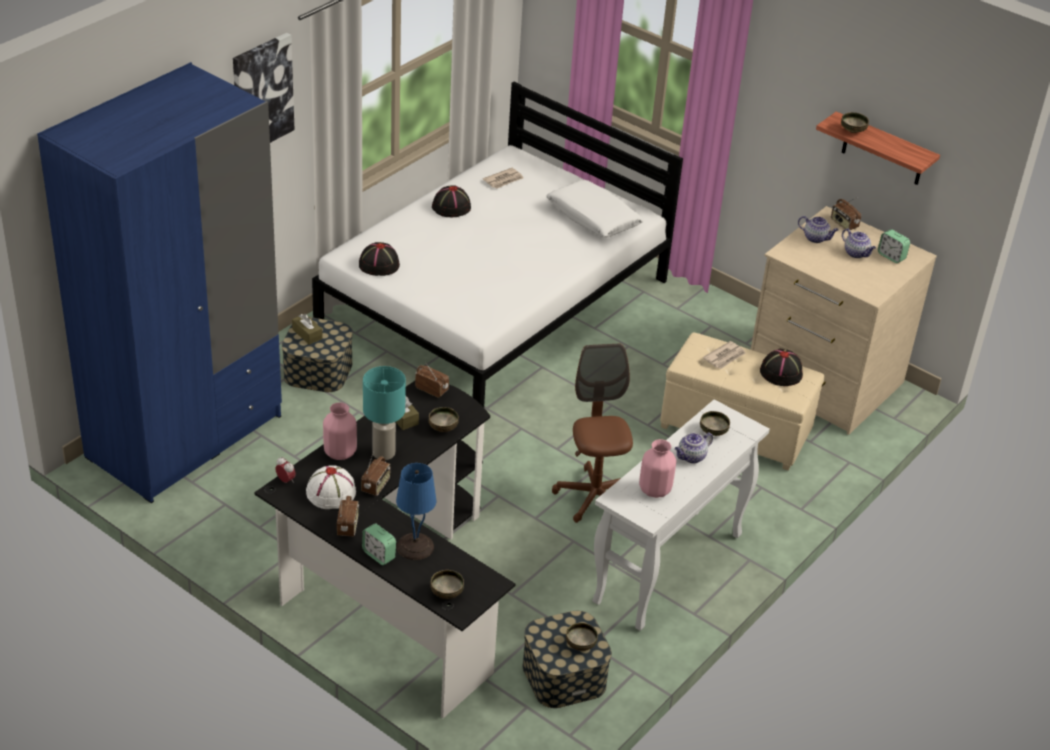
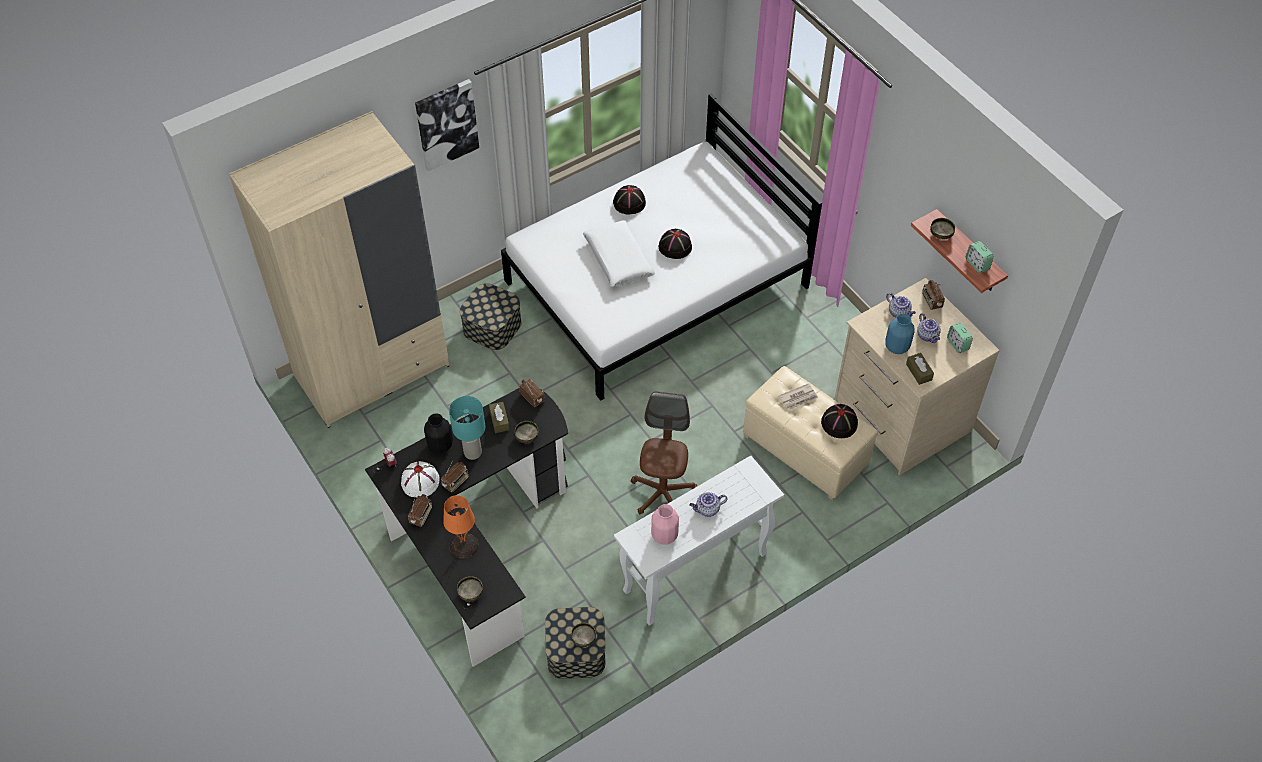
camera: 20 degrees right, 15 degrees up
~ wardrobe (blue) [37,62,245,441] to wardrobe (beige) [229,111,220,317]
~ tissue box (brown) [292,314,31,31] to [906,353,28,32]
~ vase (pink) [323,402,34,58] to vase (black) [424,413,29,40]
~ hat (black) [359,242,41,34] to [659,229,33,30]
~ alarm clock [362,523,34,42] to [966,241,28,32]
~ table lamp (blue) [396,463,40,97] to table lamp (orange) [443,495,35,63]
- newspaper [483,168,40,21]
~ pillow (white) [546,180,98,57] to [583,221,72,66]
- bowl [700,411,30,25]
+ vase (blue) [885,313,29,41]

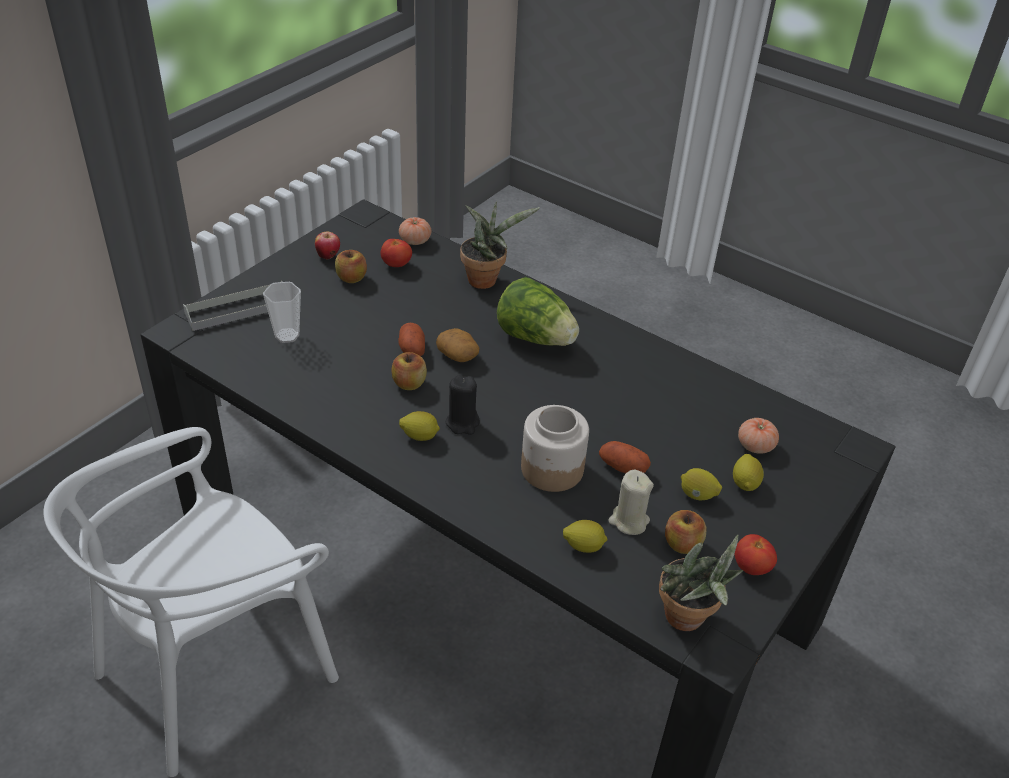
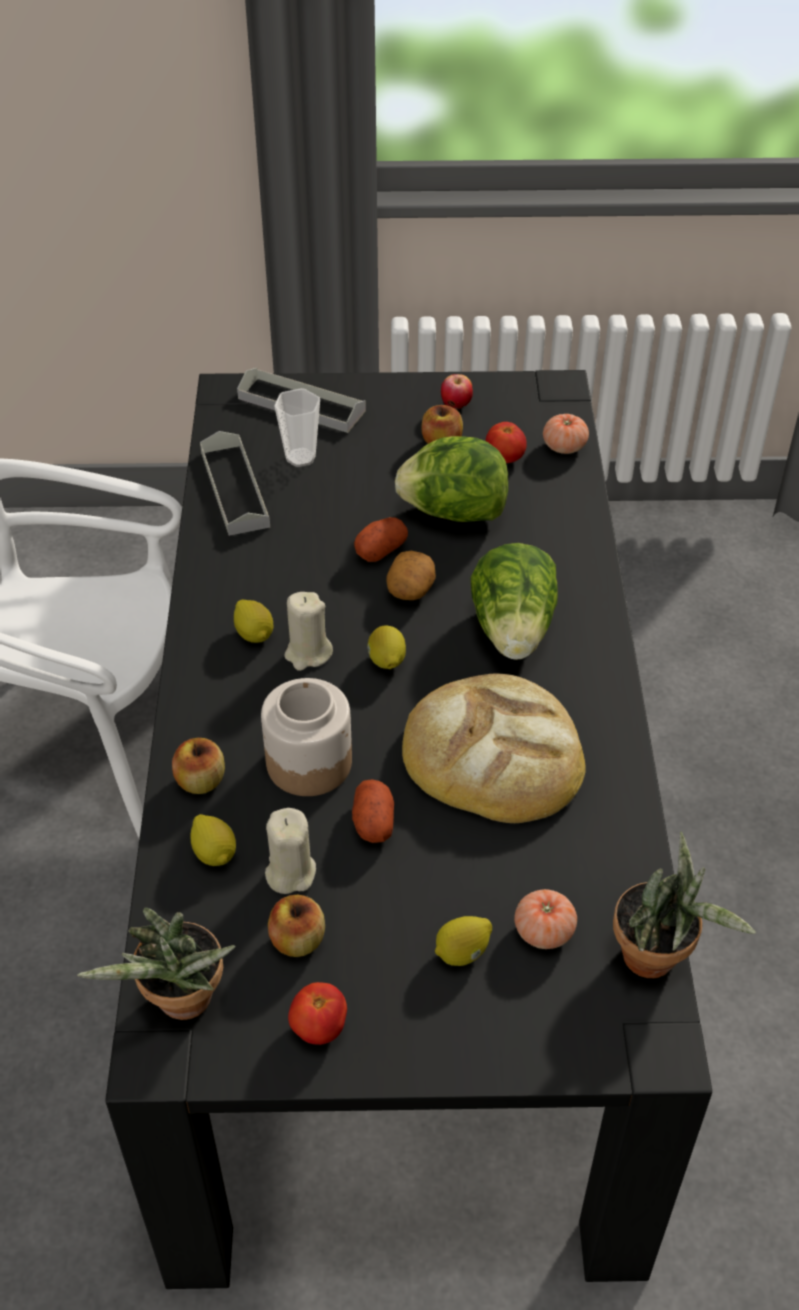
camera: 55 degrees right, 5 degrees up
~ apple [391,352,36,38] to [172,738,53,56]
~ candle (black) [446,375,34,60] to candle (beige) [284,592,49,79]
~ potted plant [460,201,80,88] to [613,831,143,147]
~ lemon [681,468,41,32] to [367,625,39,44]
+ tray (grey) [200,431,70,105]
+ lettuce [395,436,113,86]
+ bread [402,673,184,150]

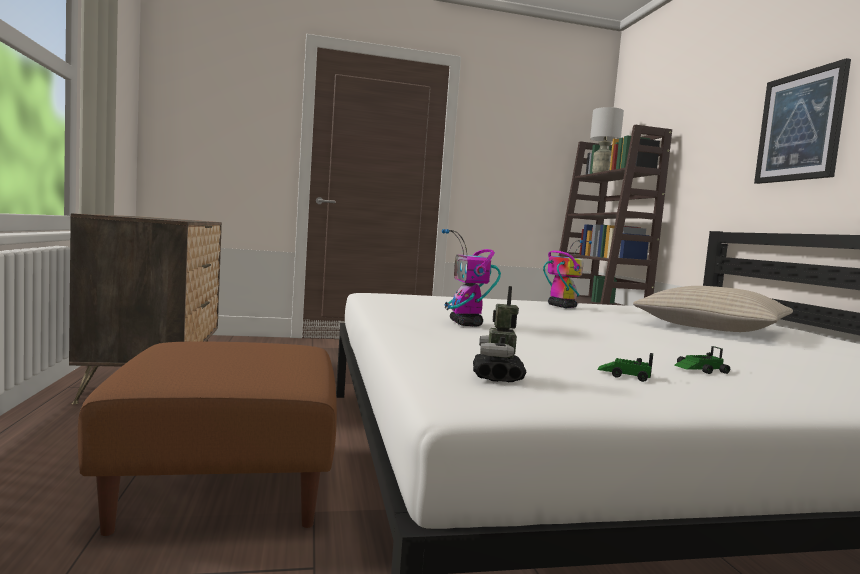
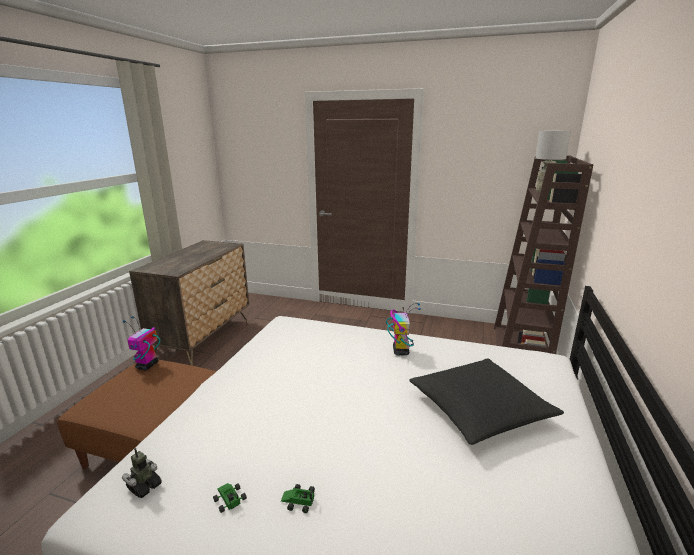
camera: 30 degrees right, 15 degrees up
~ toy robot [442,229,59,98] to [123,316,37,54]
~ pillow (beige) [633,286,160,46] to pillow (black) [409,358,155,87]
- picture [754,58,97,126]

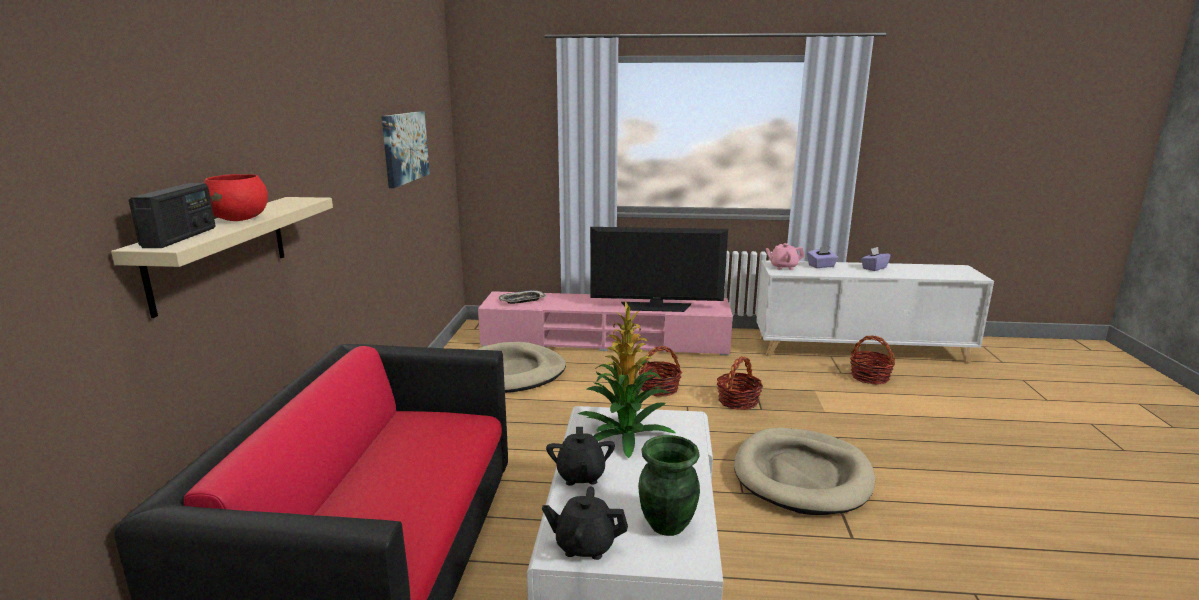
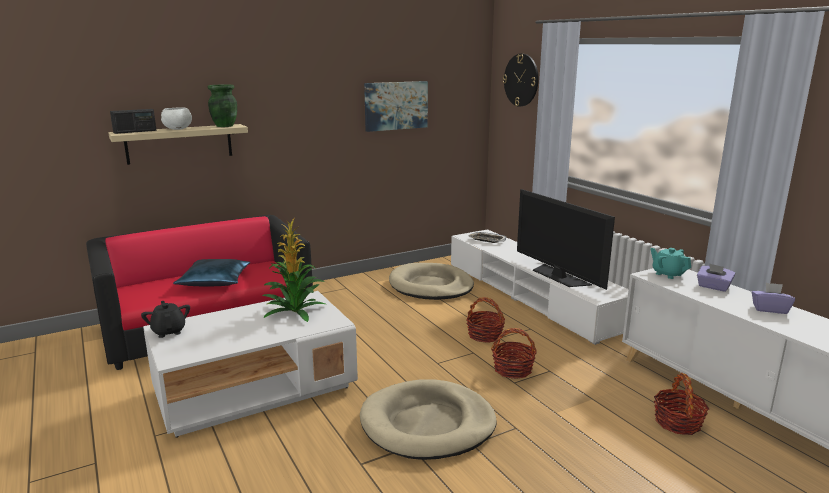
camera: 55 degrees right, 0 degrees up
~ bowl (red) [204,174,64,47] to bowl (white) [161,107,31,23]
~ tv stand (pink) [478,291,255,65] to tv stand (white) [451,229,178,116]
- teapot (black) [546,427,69,59]
~ vase (green) [638,435,62,101] to [208,84,29,43]
~ teapot (pink) [765,243,39,27] to teapot (turquoise) [650,248,41,31]
+ pillow (blue) [173,259,77,27]
+ wall clock [503,54,36,53]

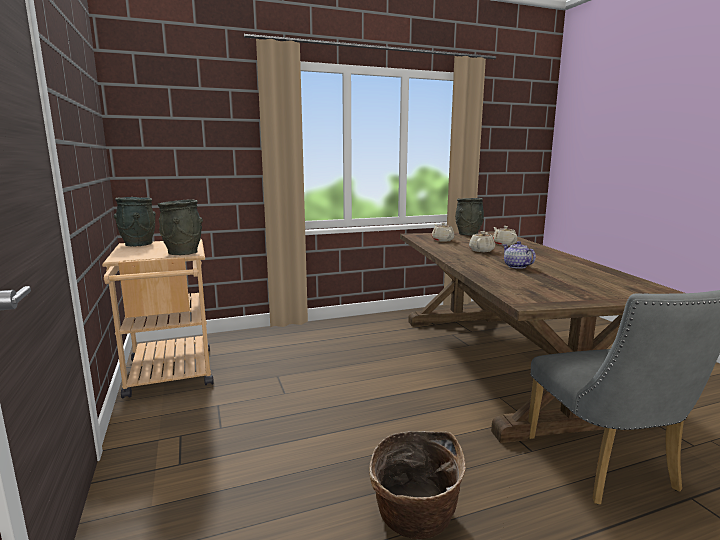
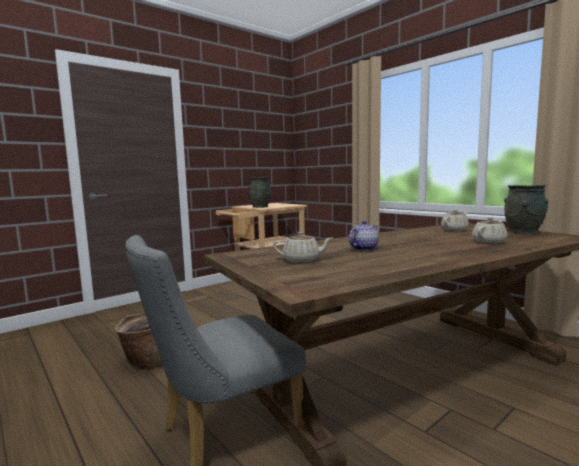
camera: 70 degrees right, 5 degrees down
- vase (grey) [114,197,42,49]
~ teapot (beige) [469,231,26,21] to [273,232,59,31]

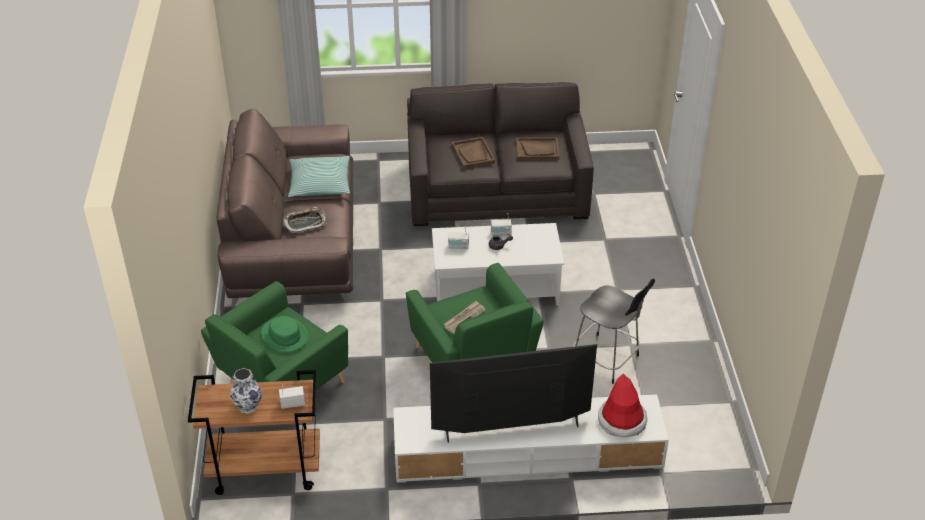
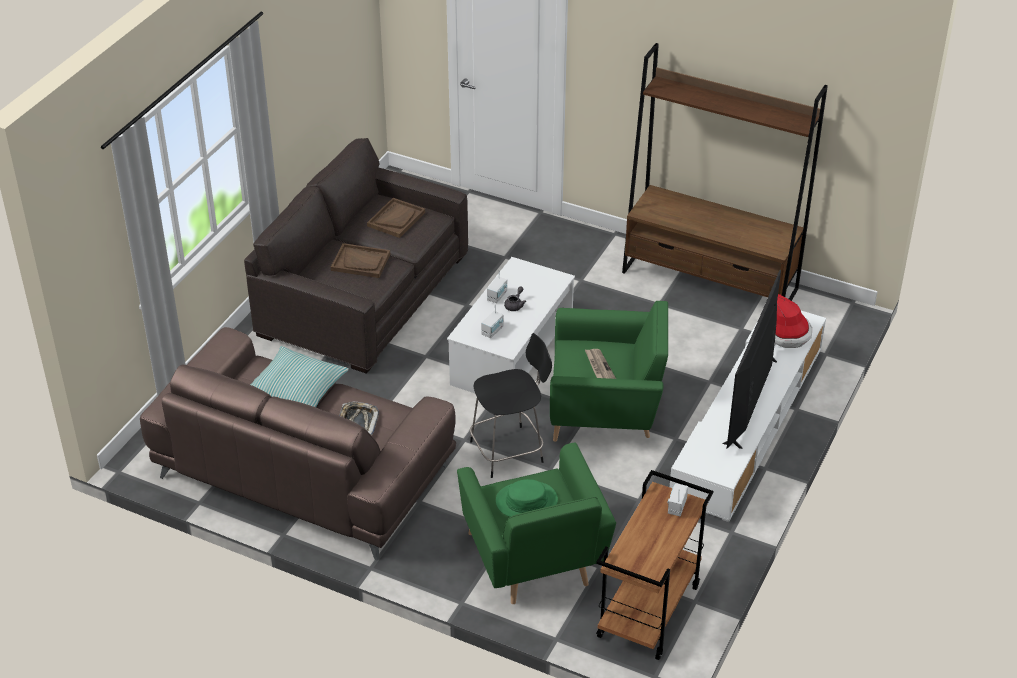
camera: 60 degrees left, 0 degrees up
- vase [230,368,32,46]
~ stool (black) [573,278,82,106] to [470,333,82,145]
+ bookcase (brown) [622,43,206,258]

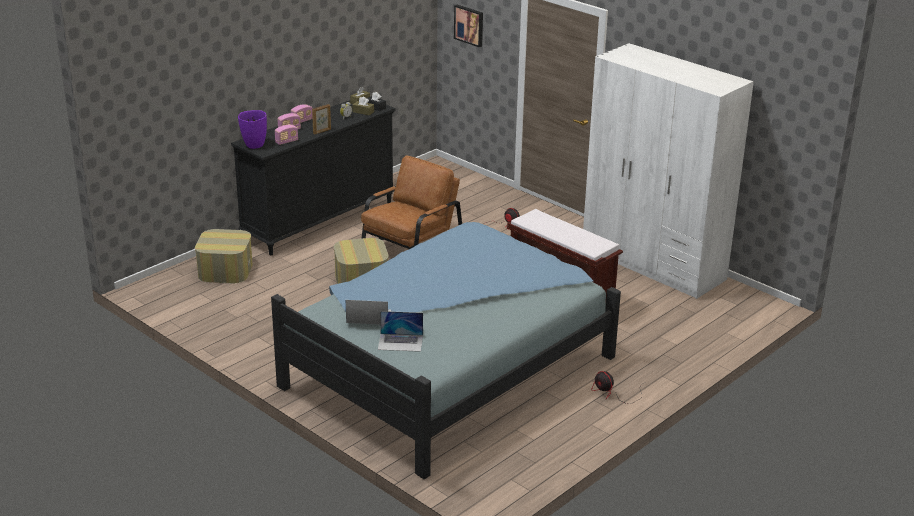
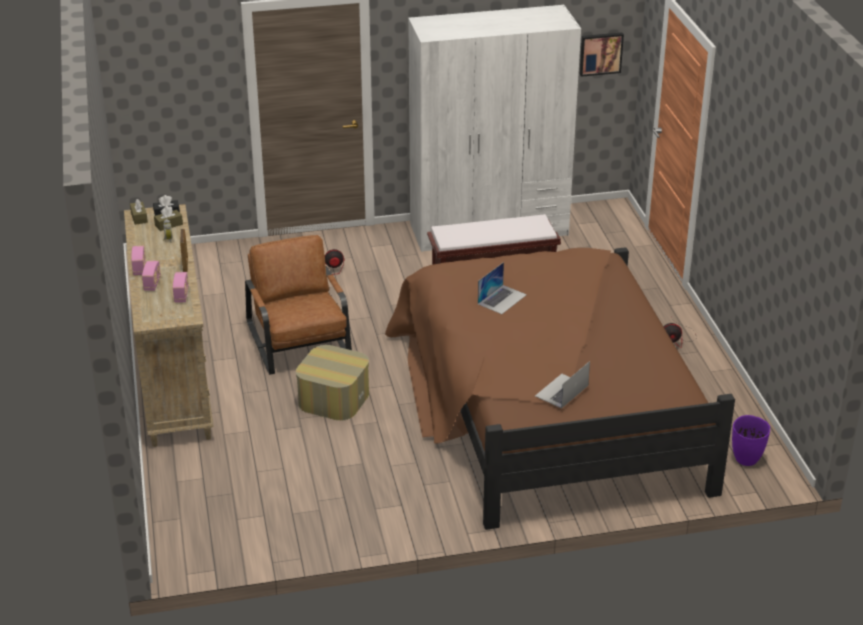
camera: 55 degrees left, 5 degrees up
- ottoman [195,229,58,54]
~ dresser (black) [231,100,164,155] to dresser (beige) [124,204,90,243]
~ vase (purple) [238,110,29,39] to [732,415,38,51]
~ bed (blue) [271,222,350,257] to bed (brown) [385,247,350,283]
~ laptop [378,311,45,41] to [478,262,49,52]
~ picture [454,5,29,42] to [580,32,44,45]

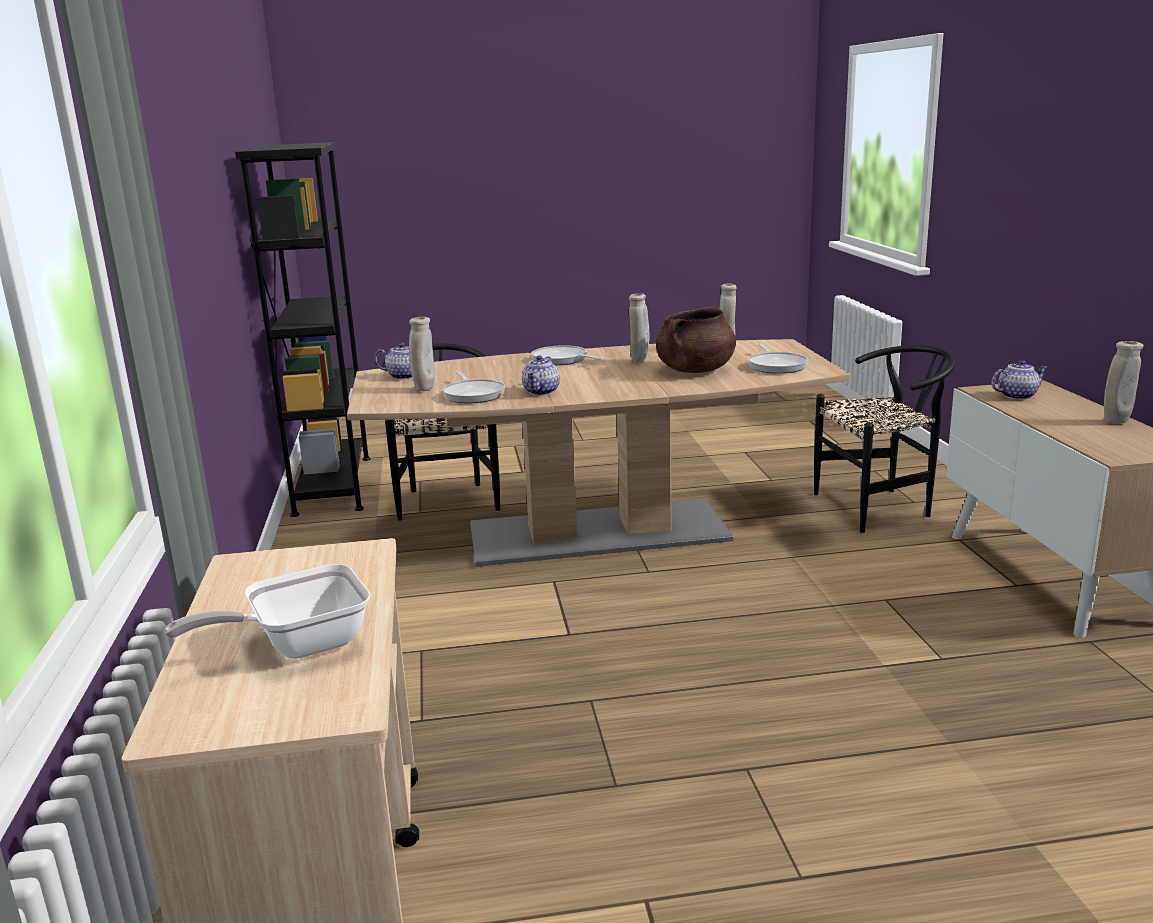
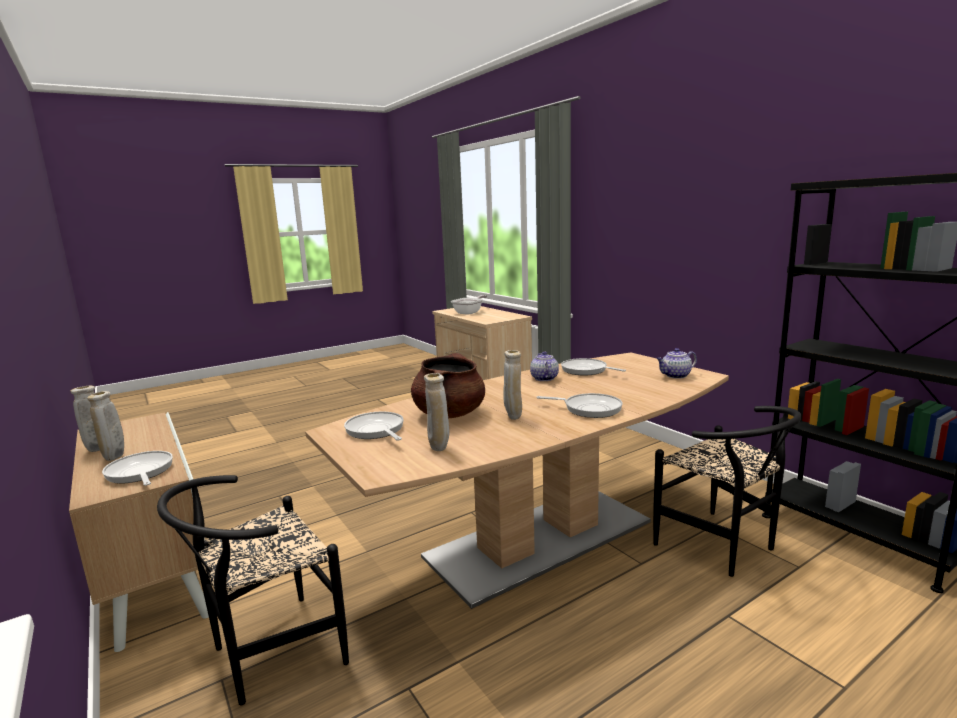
camera: 155 degrees right, 5 degrees down
~ vase (beige) [409,317,26,74] to [87,391,37,70]
~ teapot [991,360,57,40] to frying pan [102,451,71,35]

